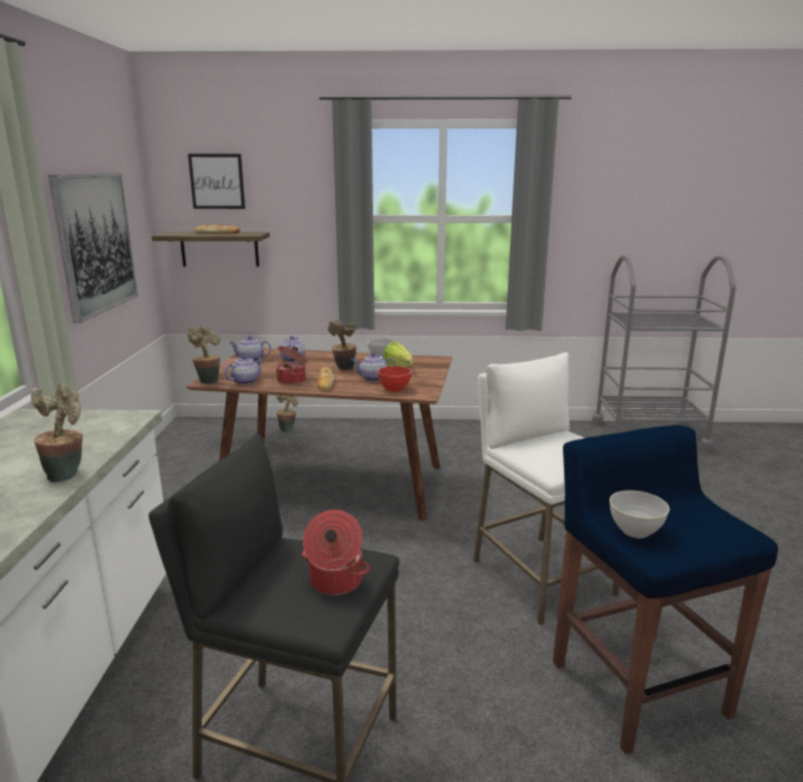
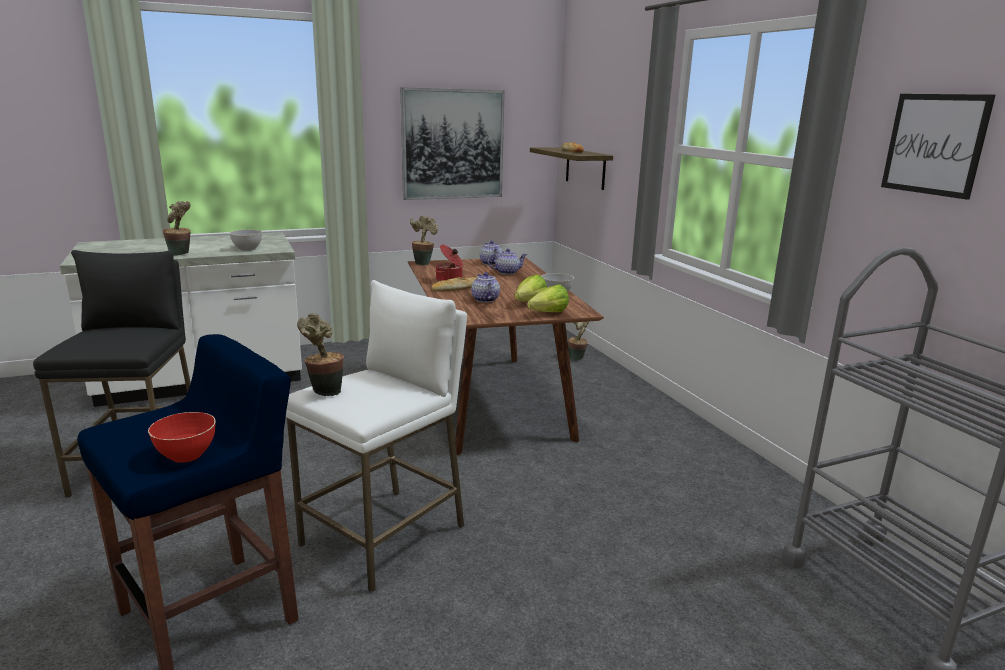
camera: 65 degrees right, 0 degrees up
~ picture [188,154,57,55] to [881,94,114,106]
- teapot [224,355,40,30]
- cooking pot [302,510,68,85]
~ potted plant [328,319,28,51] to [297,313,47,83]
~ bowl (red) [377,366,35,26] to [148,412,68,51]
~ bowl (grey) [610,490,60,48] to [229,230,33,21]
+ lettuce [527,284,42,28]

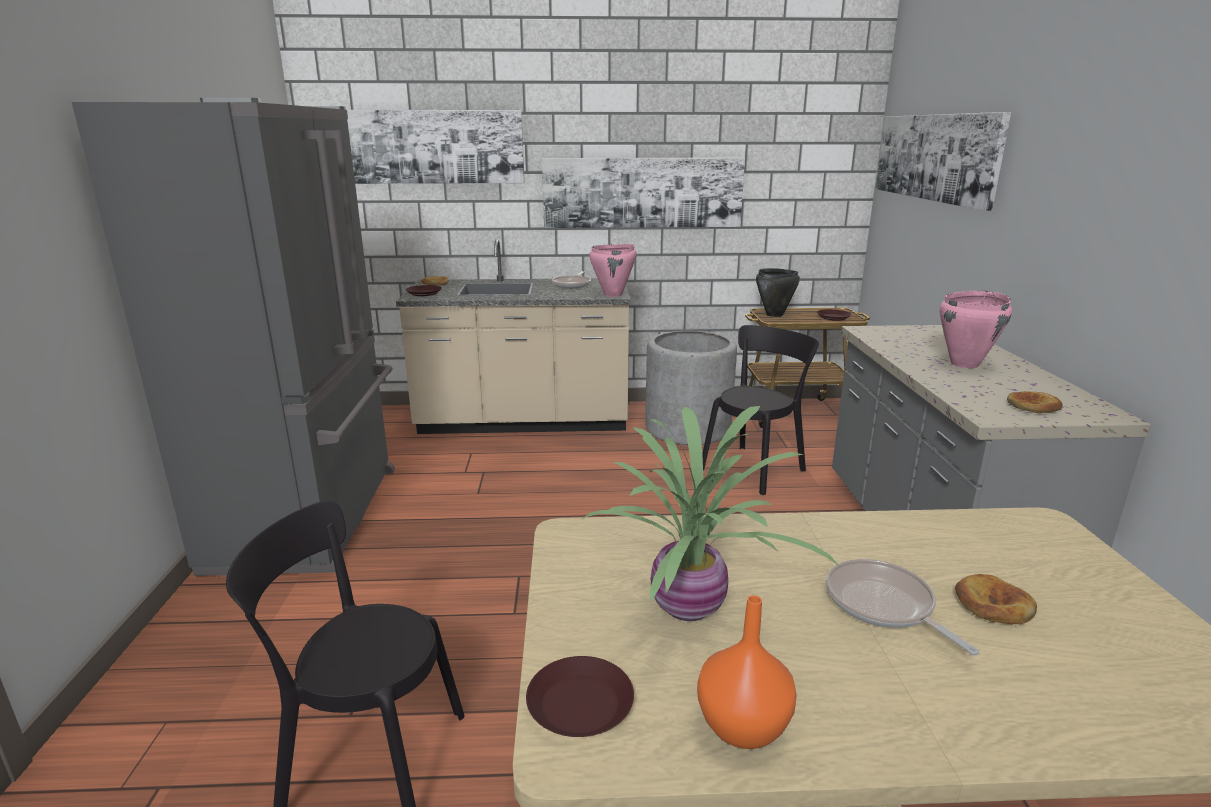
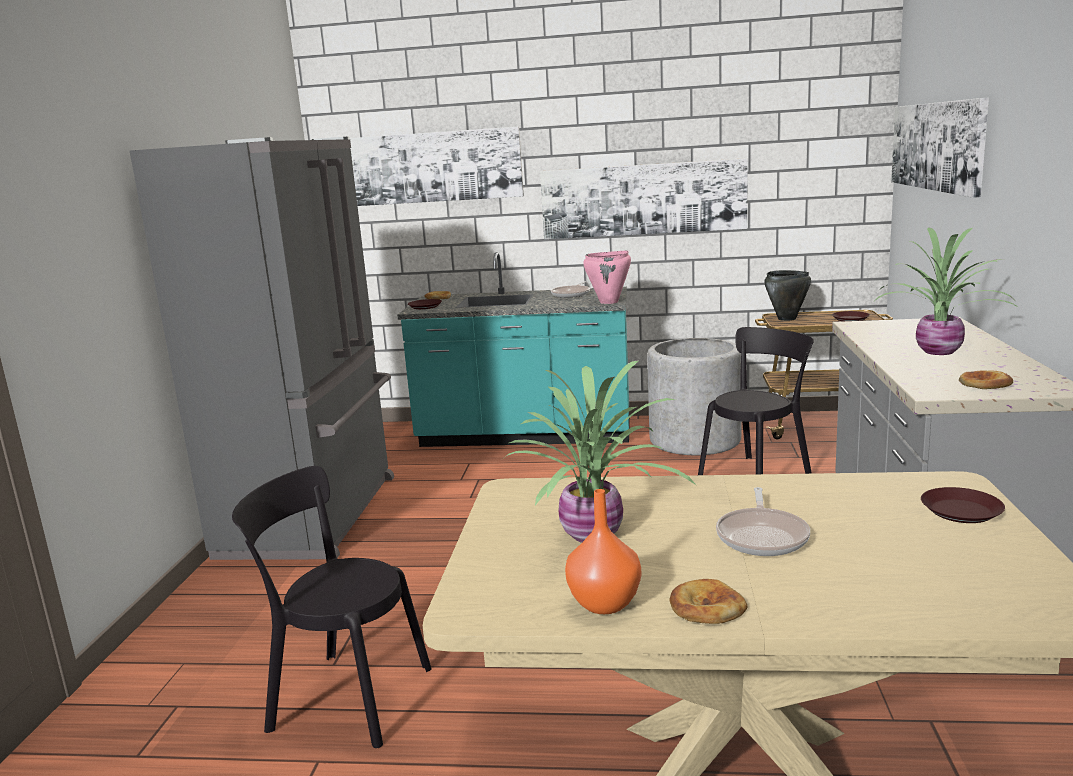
camera: 10 degrees right, 5 degrees down
~ counter (beige) [396,239,235,195] to counter (turquoise) [397,252,233,195]
~ plate (brown) [526,656,108,81] to [921,487,84,36]
~ frying pan [826,559,153,96] = [716,487,94,69] 150 degrees counterclockwise
~ cooking pot (pink) [940,291,72,77] to potted plant [875,227,144,128]
~ bread [955,574,82,50] to [670,579,77,45]

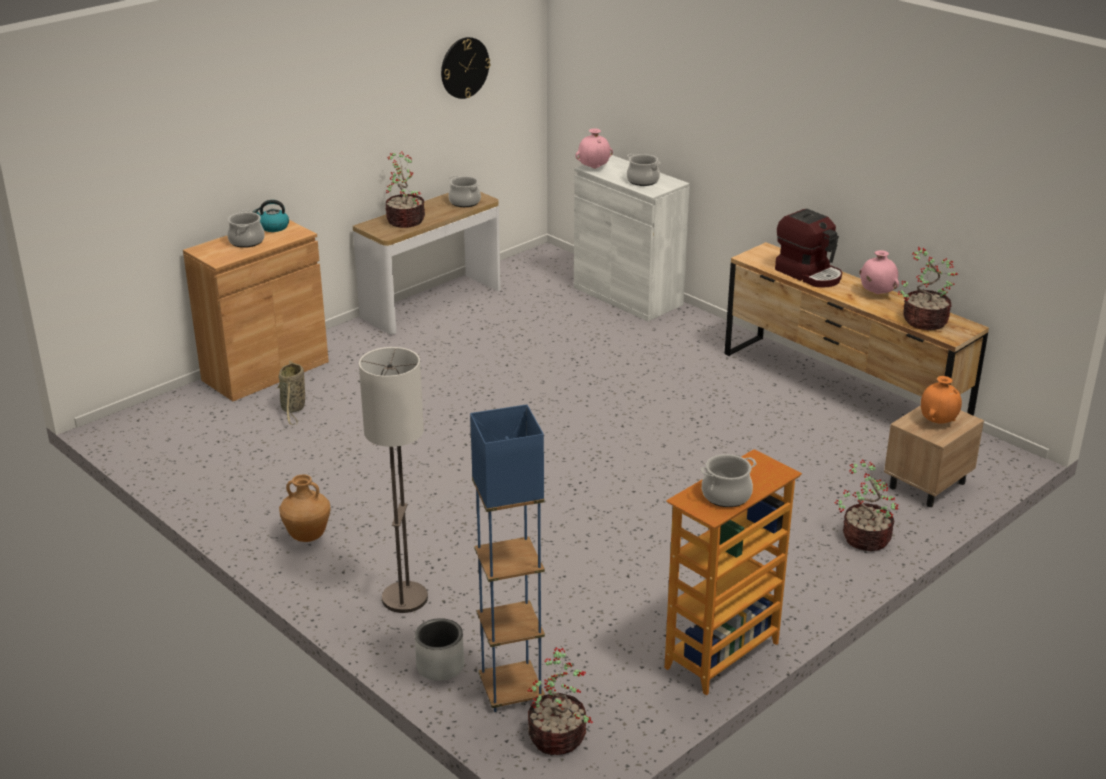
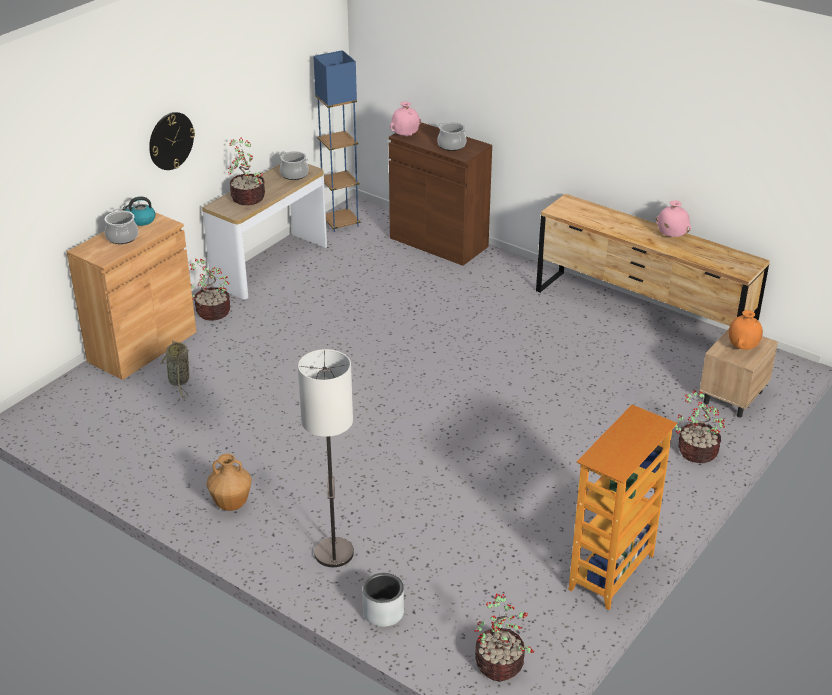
camera: 10 degrees left, 5 degrees up
~ wall clock [441,37,49,62] to [149,112,46,58]
~ floor lamp (blue) [470,404,75,308] to [313,50,48,182]
~ cabinet (white) [574,155,116,166] to cabinet (brown) [389,122,103,144]
- cooking pot [701,454,55,53]
- coffee machine [775,209,67,78]
~ potted plant [898,247,61,83] to [190,258,40,63]

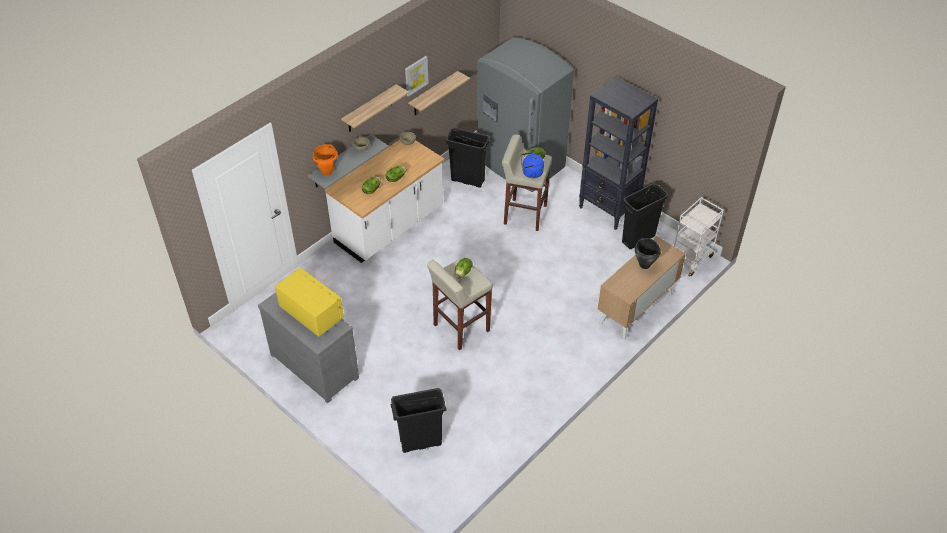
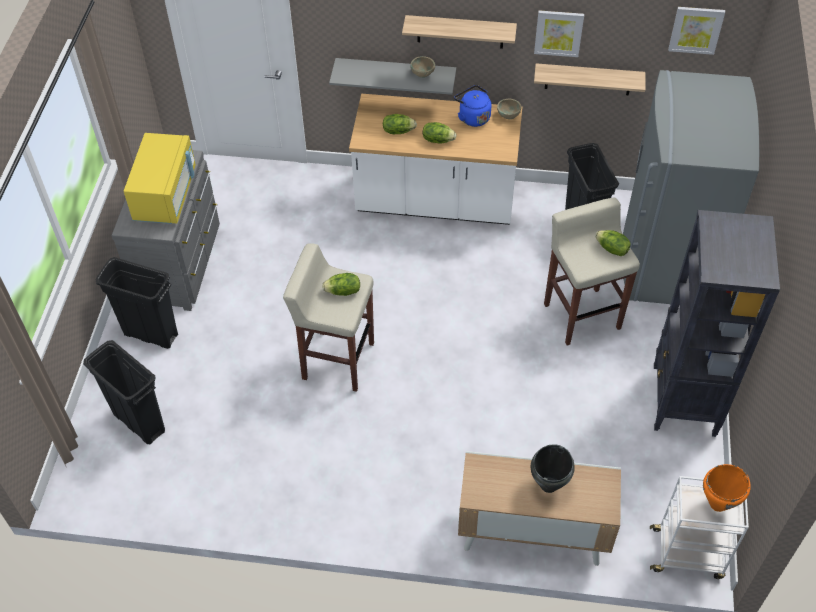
camera: 55 degrees right, 5 degrees up
~ cooking pot (orange) [313,144,25,31] to [703,464,48,48]
~ kettle (blue) [521,152,23,26] to [454,85,37,42]
~ trash can (black) [622,183,46,66] to [95,257,83,92]
+ picture [668,7,57,48]

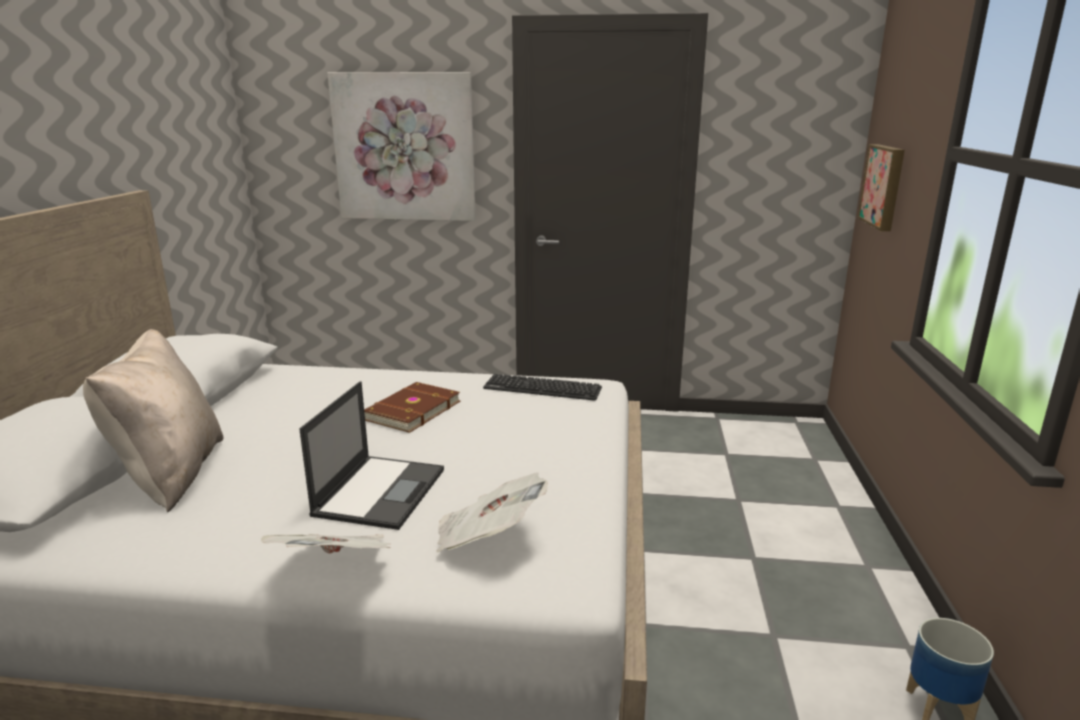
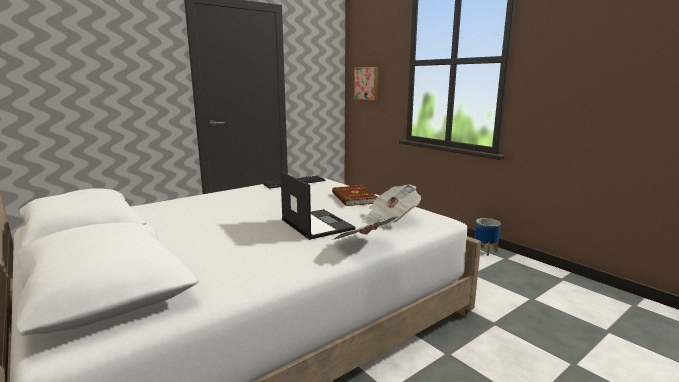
camera: 45 degrees left, 5 degrees down
- pillow (beige) [83,329,141,183]
- picture [327,72,149,149]
~ book (brown) [364,382,96,51] to [332,185,45,21]

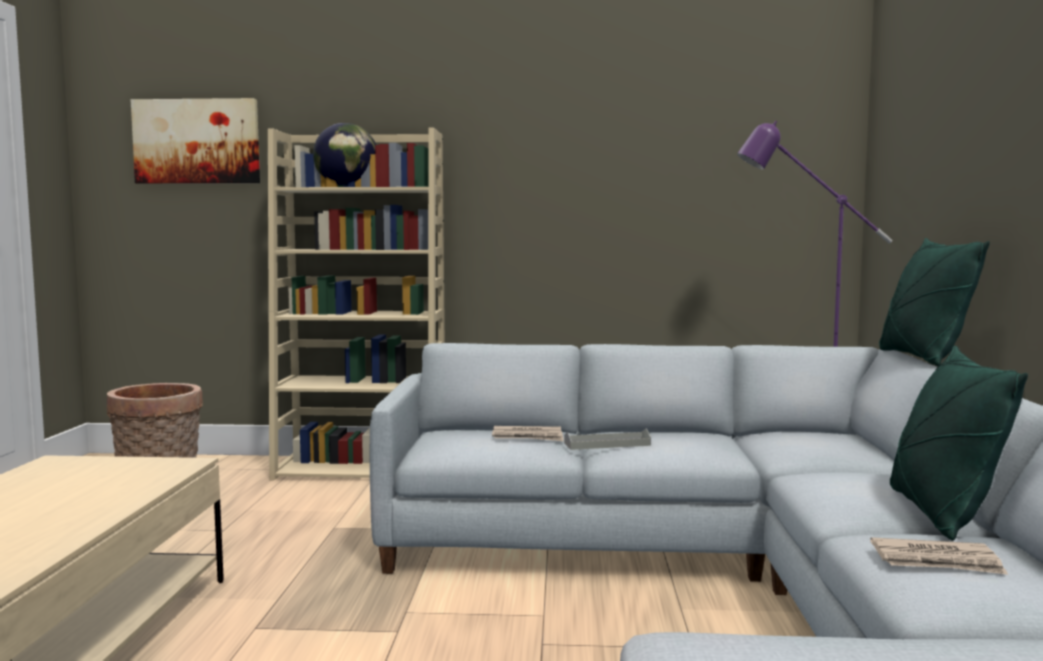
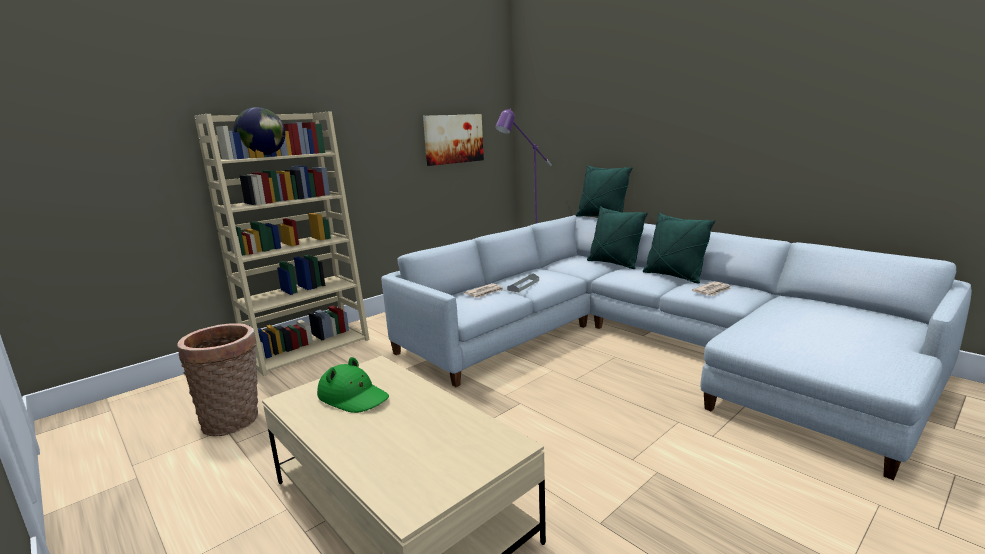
camera: 45 degrees left, 10 degrees up
~ picture [130,98,130,86] to [423,114,61,52]
+ hat (green) [317,357,72,56]
+ pillow (green) [587,206,61,63]

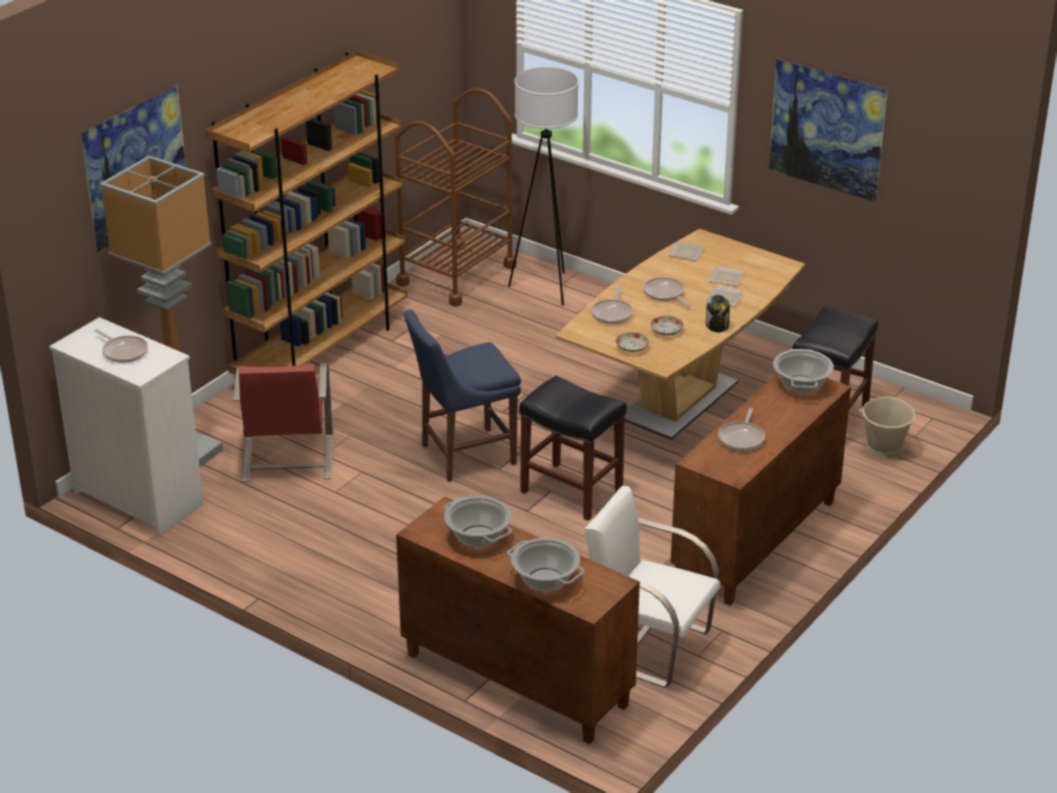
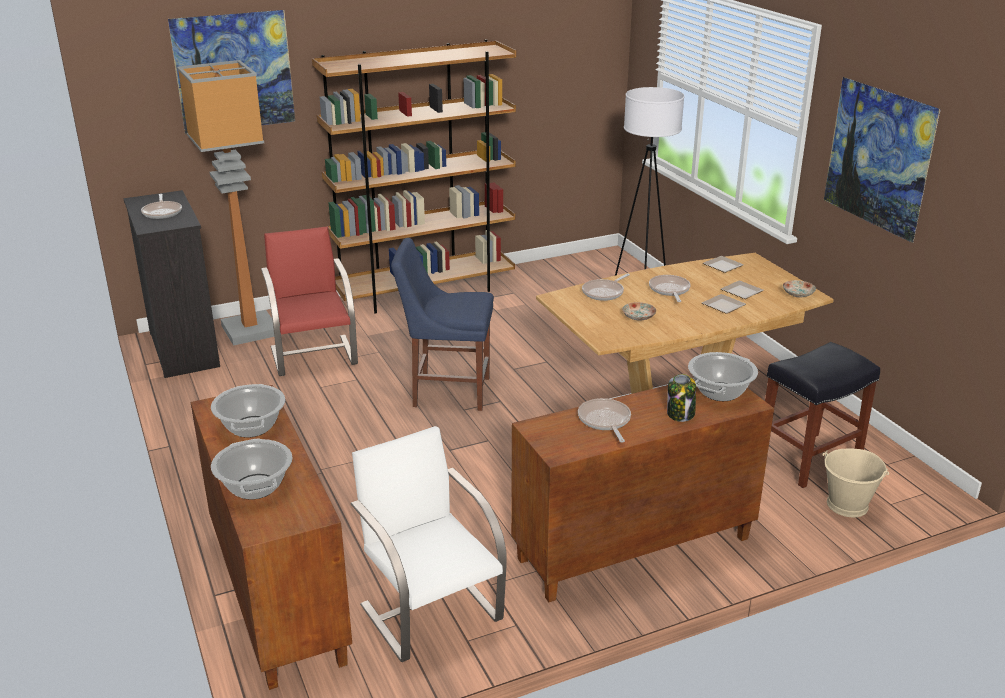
camera: 30 degrees right, 5 degrees down
~ dresser (white) [49,317,155,218] to dresser (black) [123,190,97,188]
~ chair (red) [233,363,100,119] = [261,226,97,150] 135 degrees clockwise
- cart (brown) [395,88,121,219]
- stool (black) [519,376,108,145]
~ plate [616,332,33,20] to [783,280,33,18]
~ jar [706,295,24,37] to [667,374,29,48]
~ frying pan [718,408,47,43] = [578,398,53,45] 120 degrees clockwise

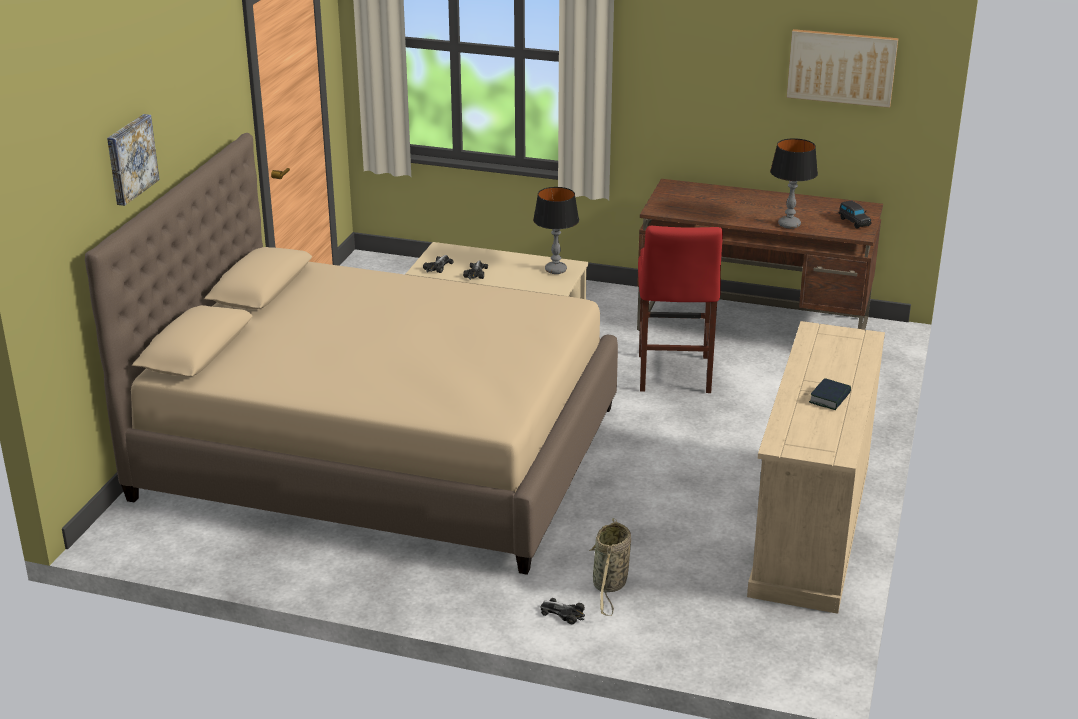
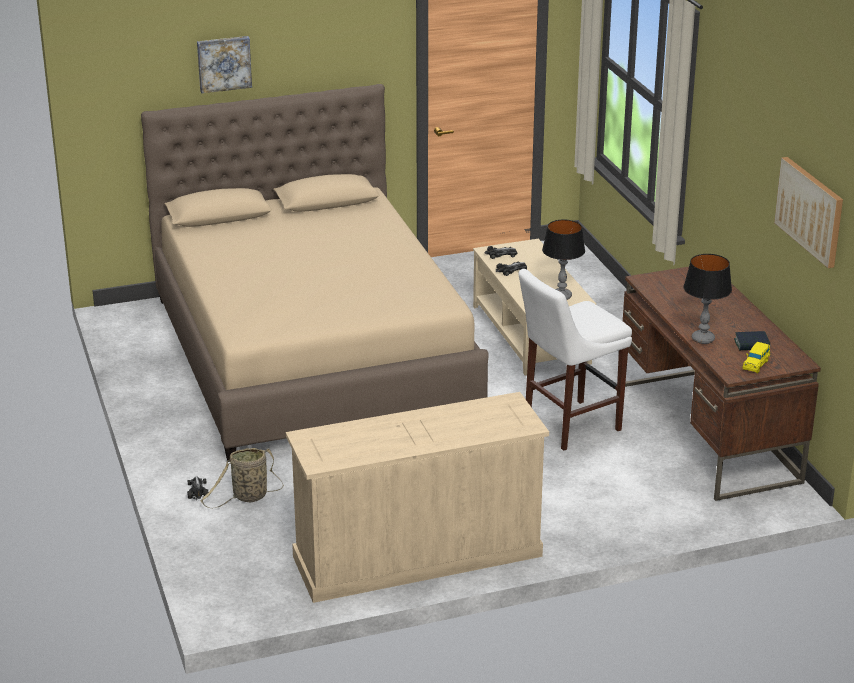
camera: 55 degrees right, 0 degrees up
~ stool (red) [638,226,85,167] to stool (white) [518,269,114,182]
~ book [809,378,42,32] to [734,331,36,19]
~ toy car (black) [839,200,33,29] to toy car (yellow) [742,342,28,31]

